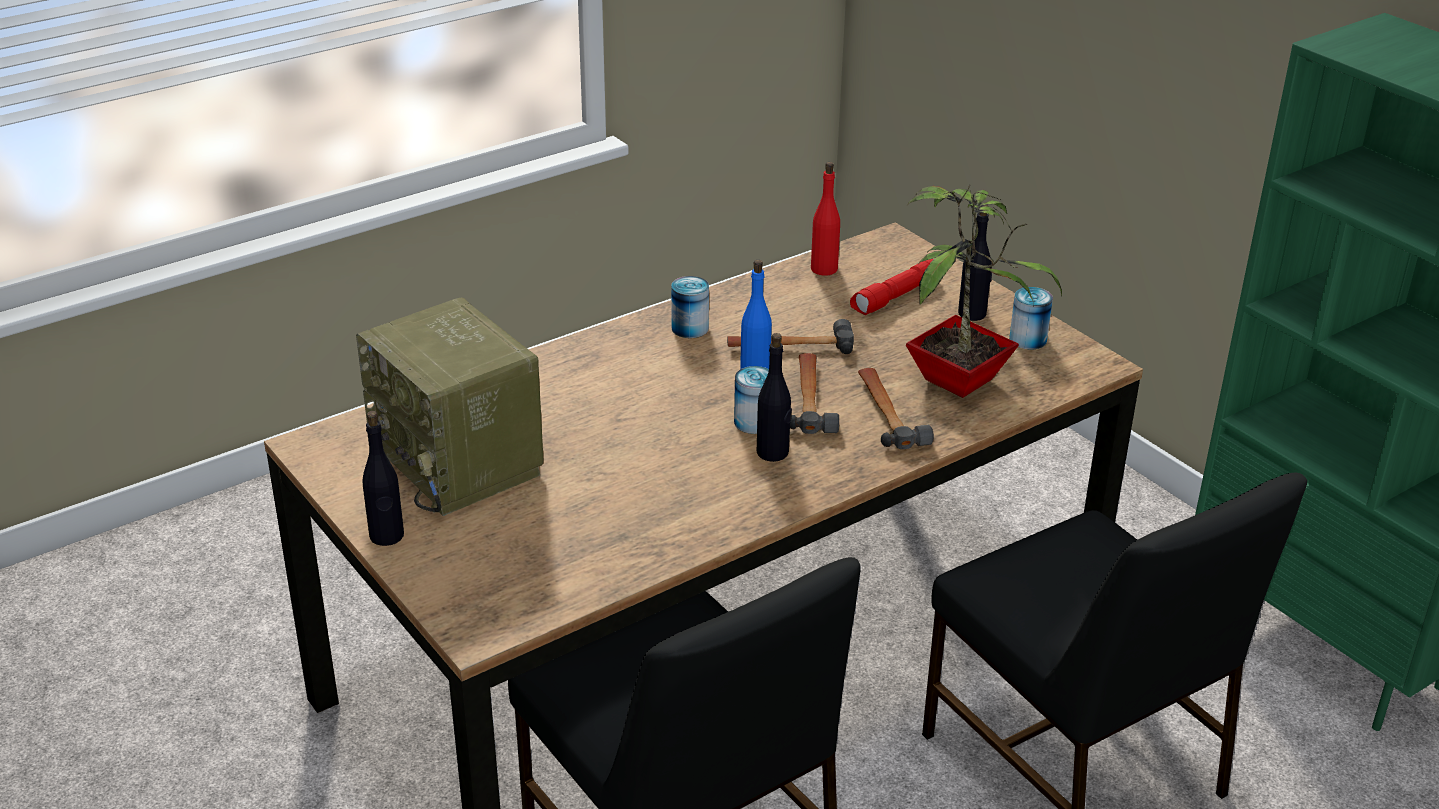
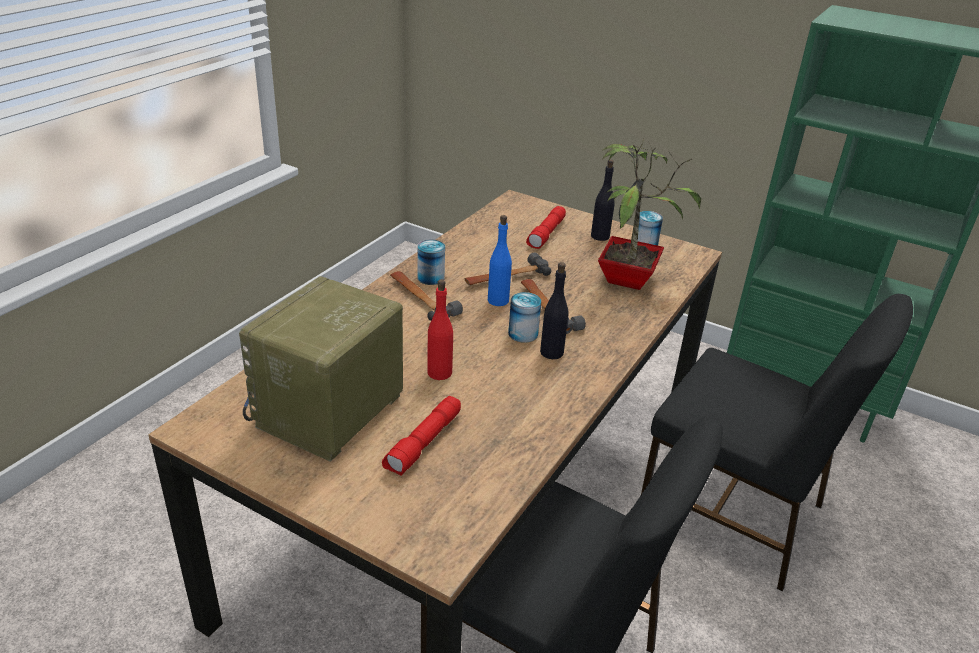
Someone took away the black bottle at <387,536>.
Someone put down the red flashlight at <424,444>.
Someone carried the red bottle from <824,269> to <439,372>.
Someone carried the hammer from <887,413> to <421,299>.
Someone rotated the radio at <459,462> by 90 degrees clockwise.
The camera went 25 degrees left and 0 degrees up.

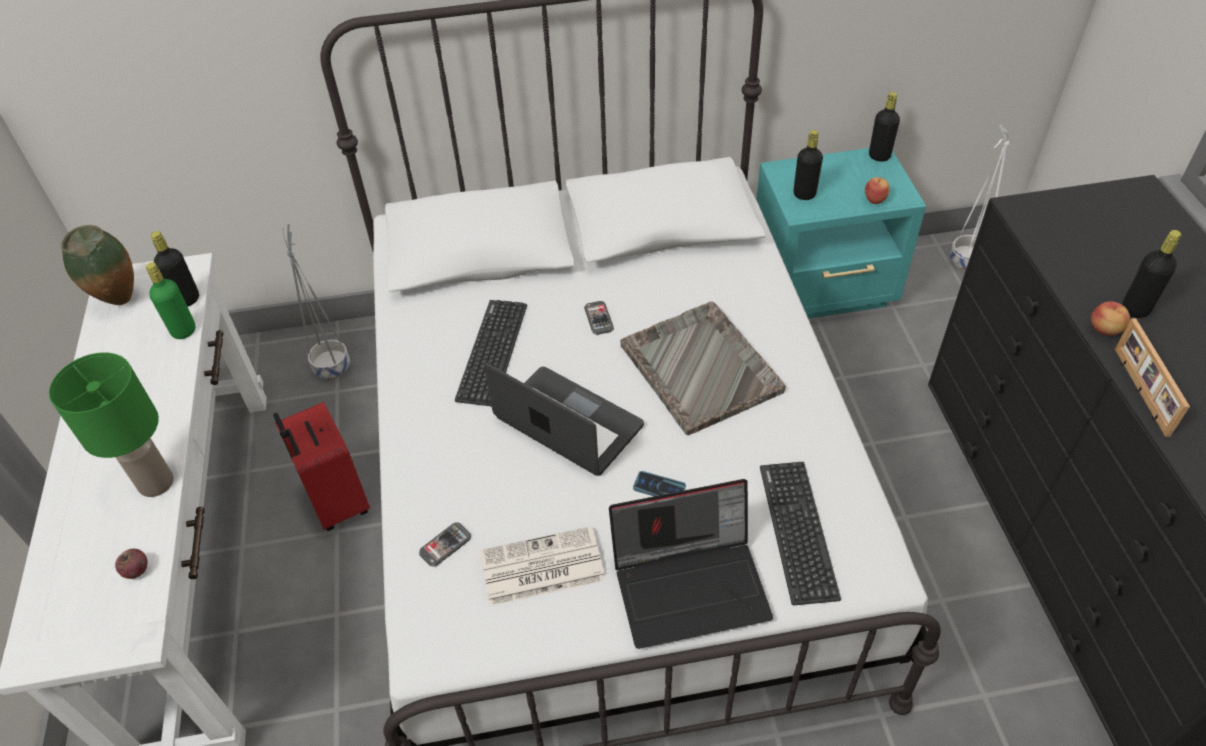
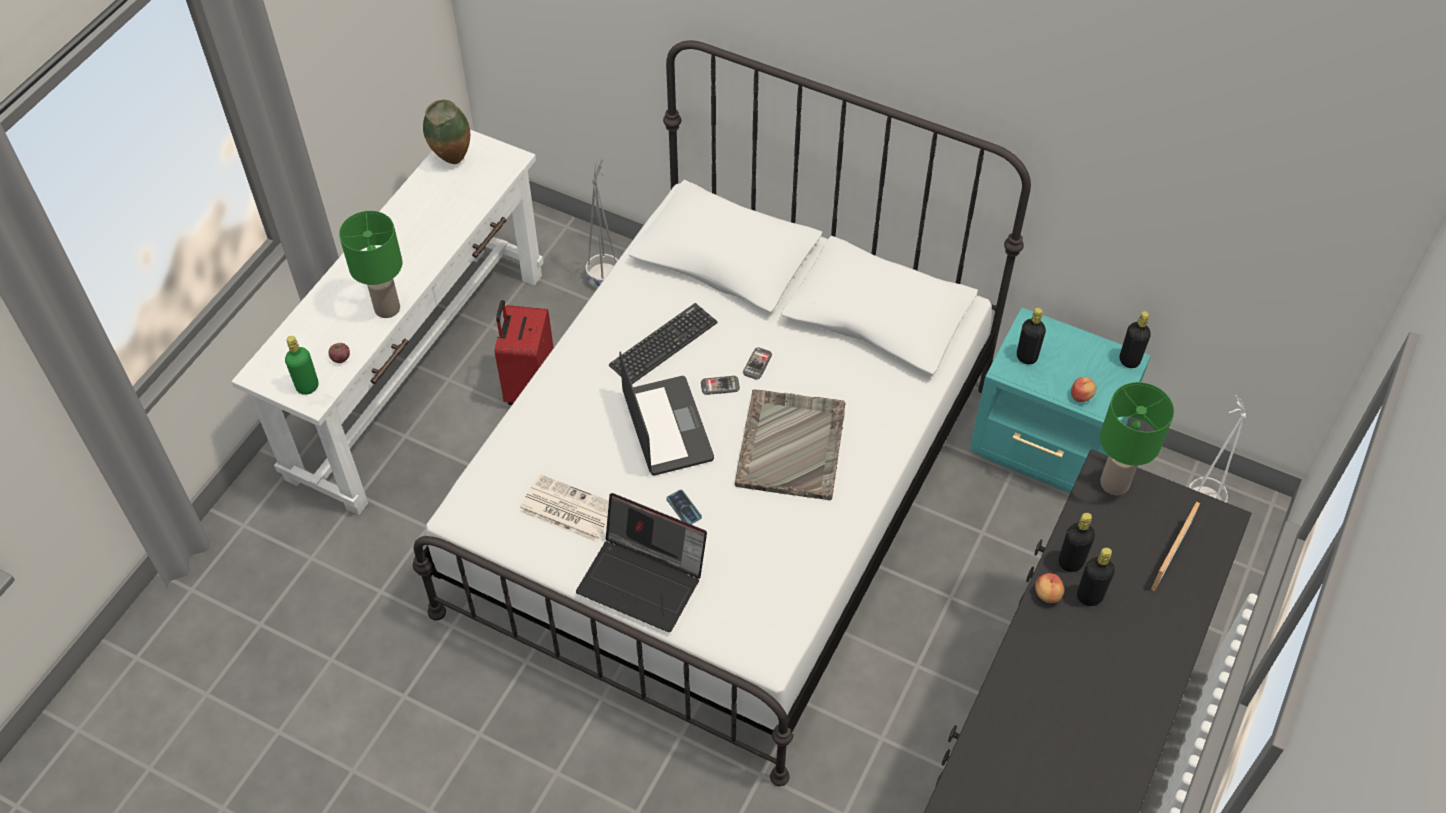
Someone took away the keyboard at <797,531>.
Someone put down the green table lamp at <1113,483>.
Someone carried the green bottle from <183,330> to <307,386>.
Someone carried the black bottle from <187,299> to <1070,562>.
Someone carried the phone from <445,545> to <720,386>.
Someone carried the picture frame from <1139,391> to <1169,555>.
The camera went 35 degrees right and 5 degrees up.

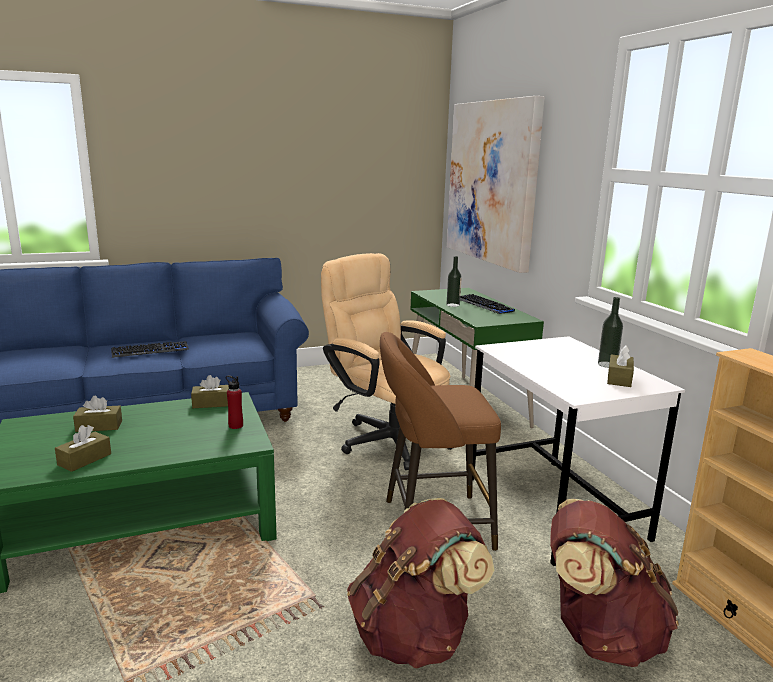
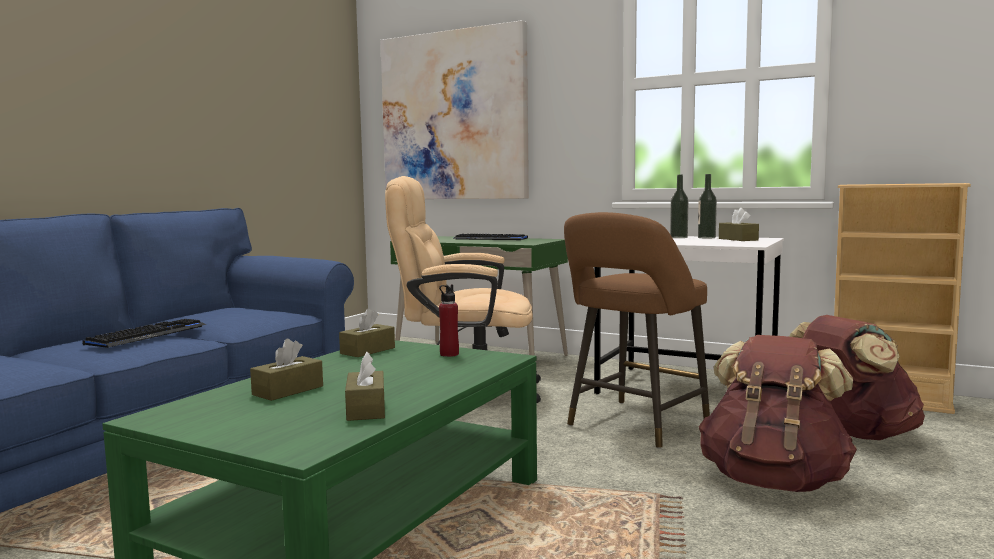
Someone carried the bottle from <453,305> to <678,237>.
The camera went 40 degrees left and 10 degrees down.

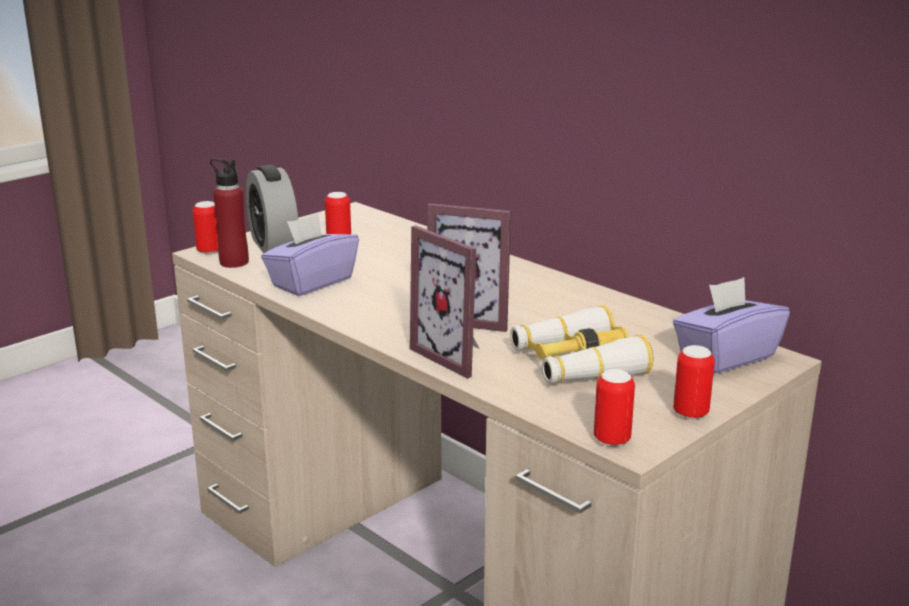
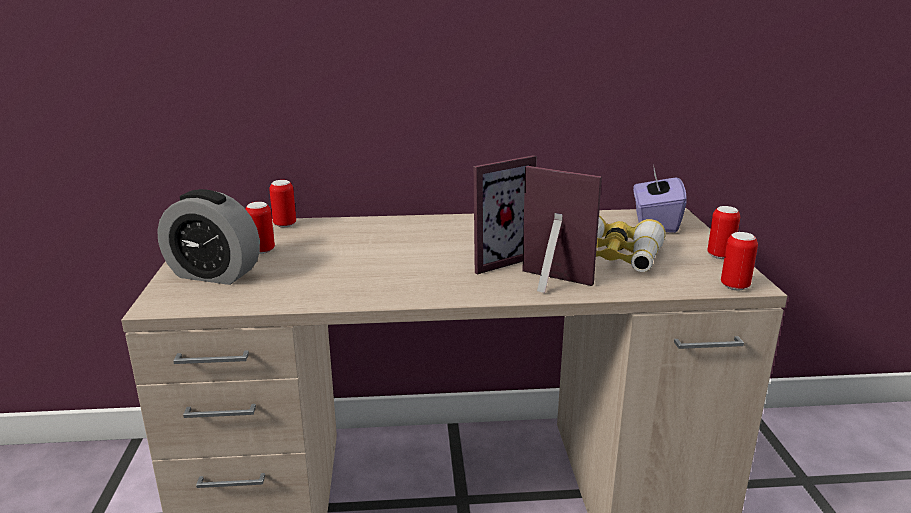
Someone took away the red bottle at <234,262>.
Someone took away the purple tissue box at <311,282>.
Someone carried the can from <209,251> to <285,224>.
Someone rotated the picture frame at <456,356> by 150 degrees counterclockwise.
The camera went 50 degrees left and 0 degrees up.

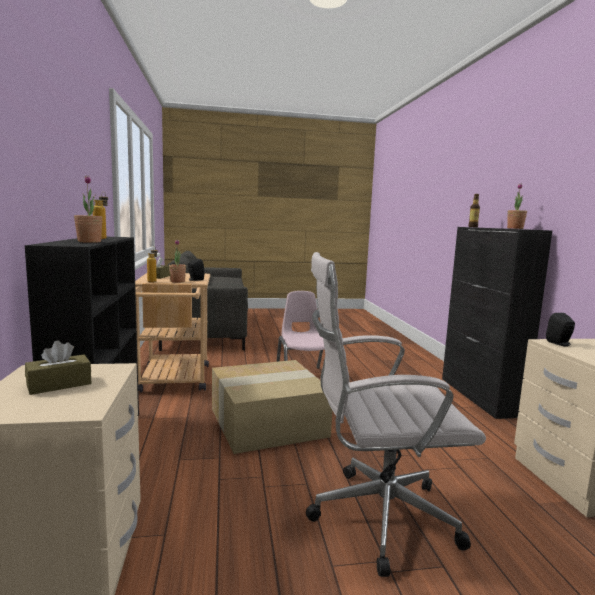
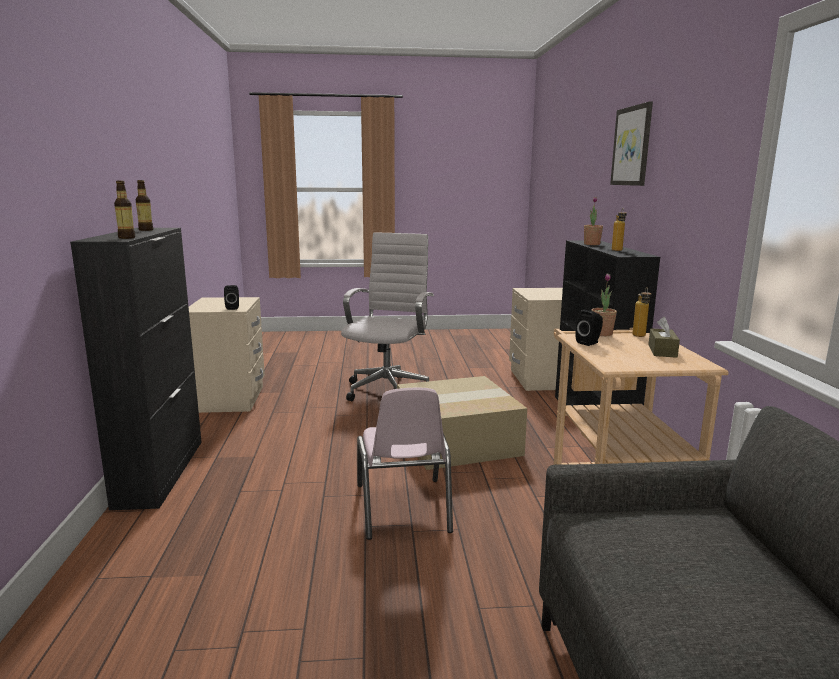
Someone took away the brown tissue box at <59,384>.
Someone put up the picture at <632,146>.
Someone swapped the potted plant at <515,228> for the bottle at <146,230>.
Someone rotated the white office chair at <376,517> by 75 degrees counterclockwise.
The camera went 175 degrees left and 5 degrees up.

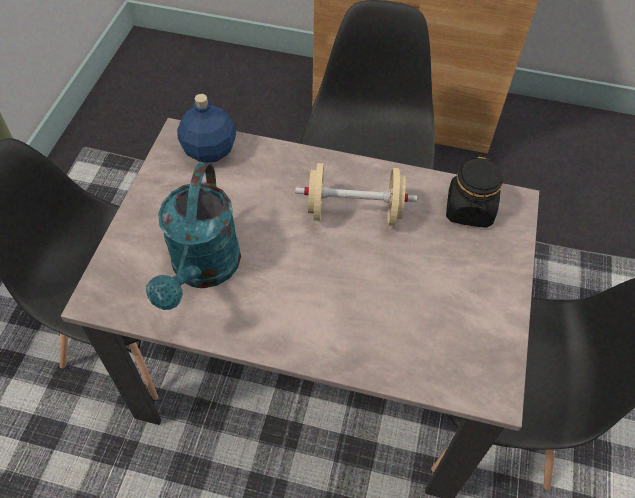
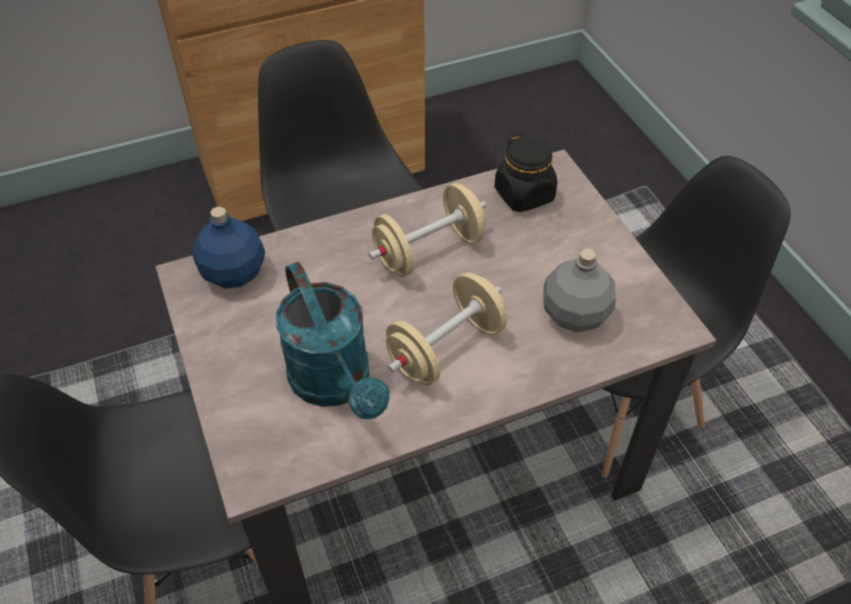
Someone put down the beige dumbbell at <446,349>.
Someone put down the grey bottle at <575,315>.
The camera went 35 degrees left and 5 degrees down.

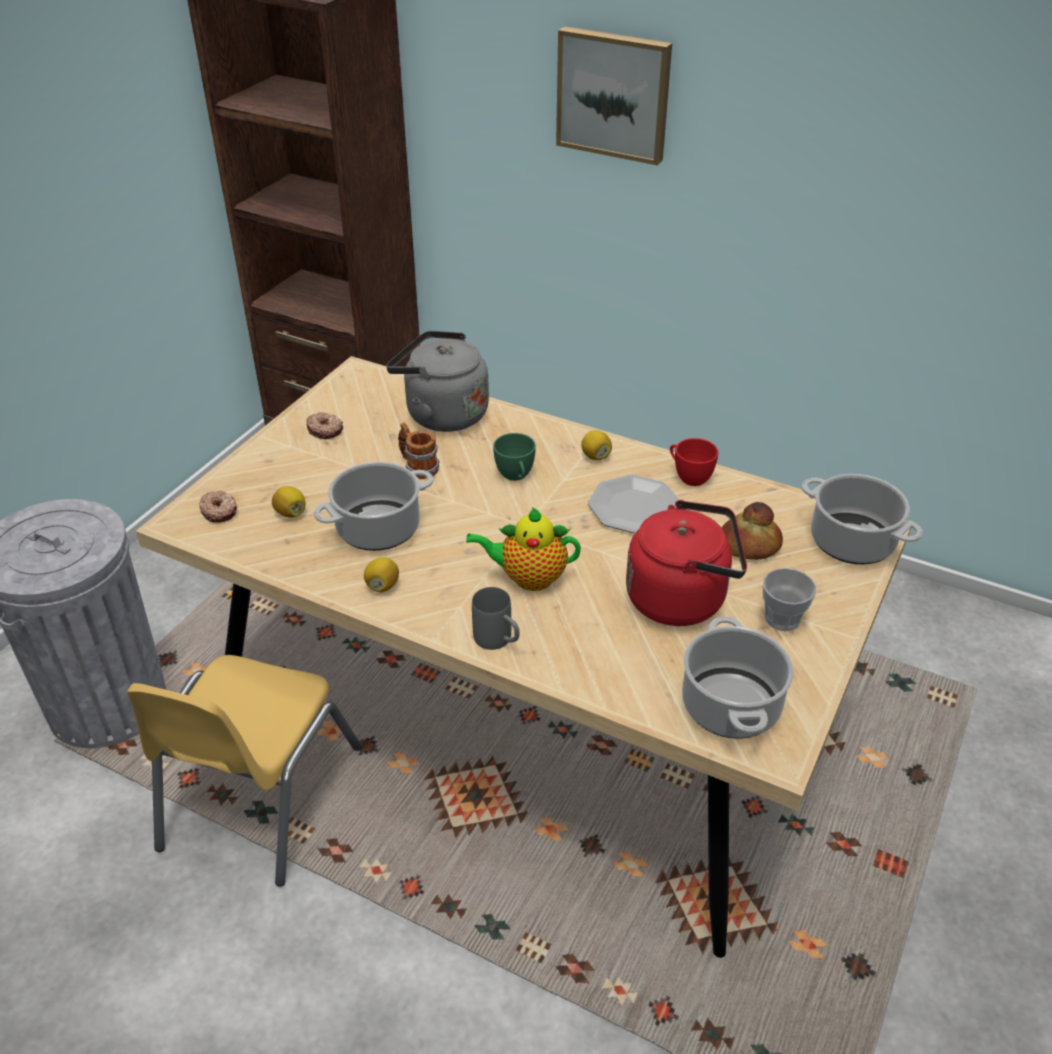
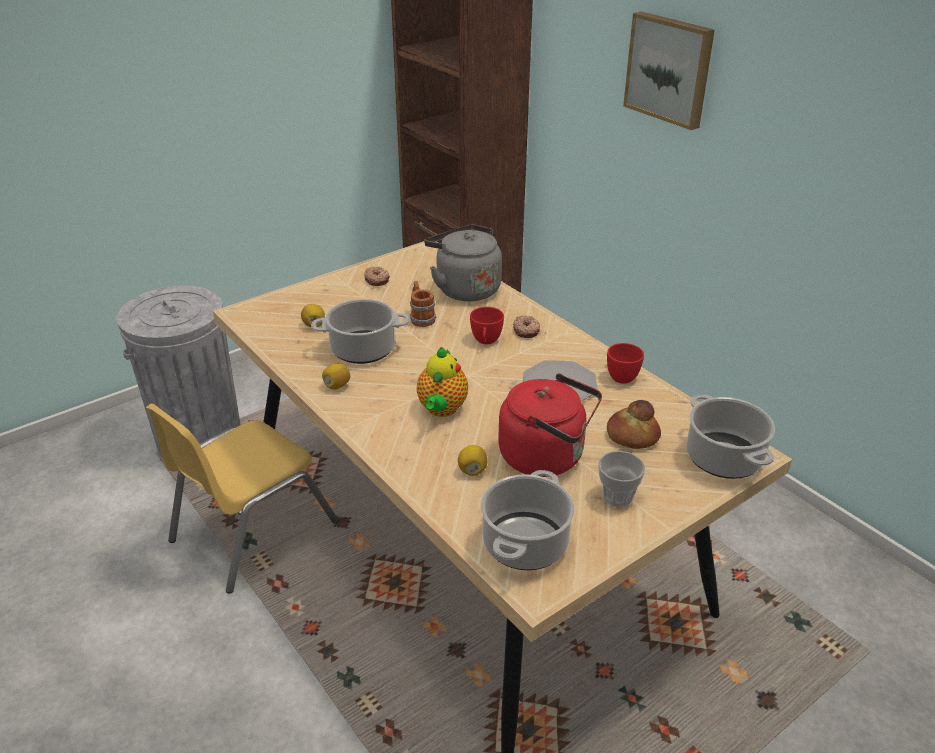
Someone took away the grey mug at <498,641>.
Someone carried the donut from <219,511> to <526,331>.
Someone carried the lemon from <595,456> to <472,470>.
Someone repainted the green cup at <516,477>, which became the red cup at <486,341>.
Someone rotated the teapot at <528,578> by 105 degrees counterclockwise.
The camera went 25 degrees right and 5 degrees down.

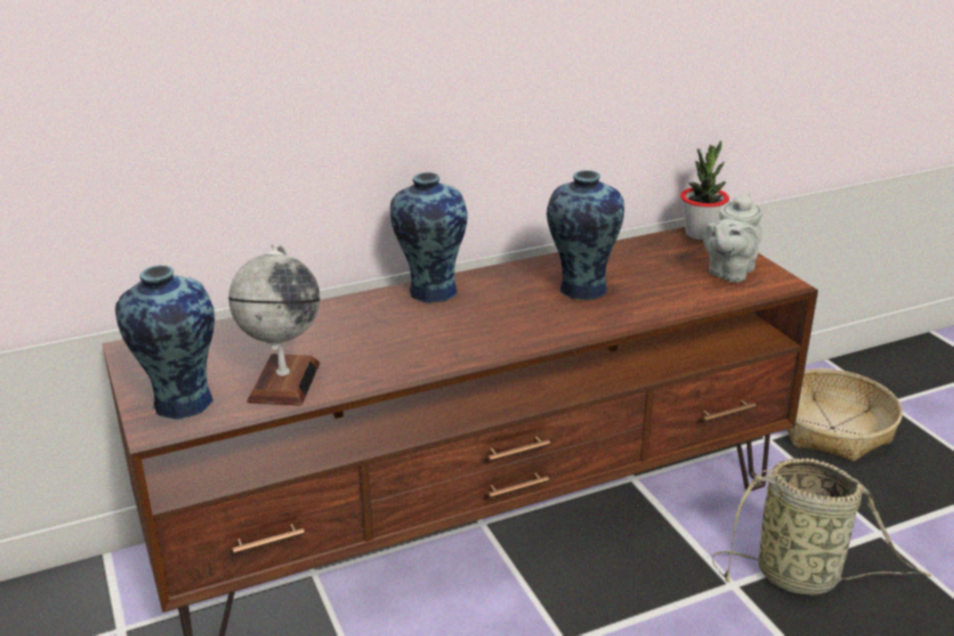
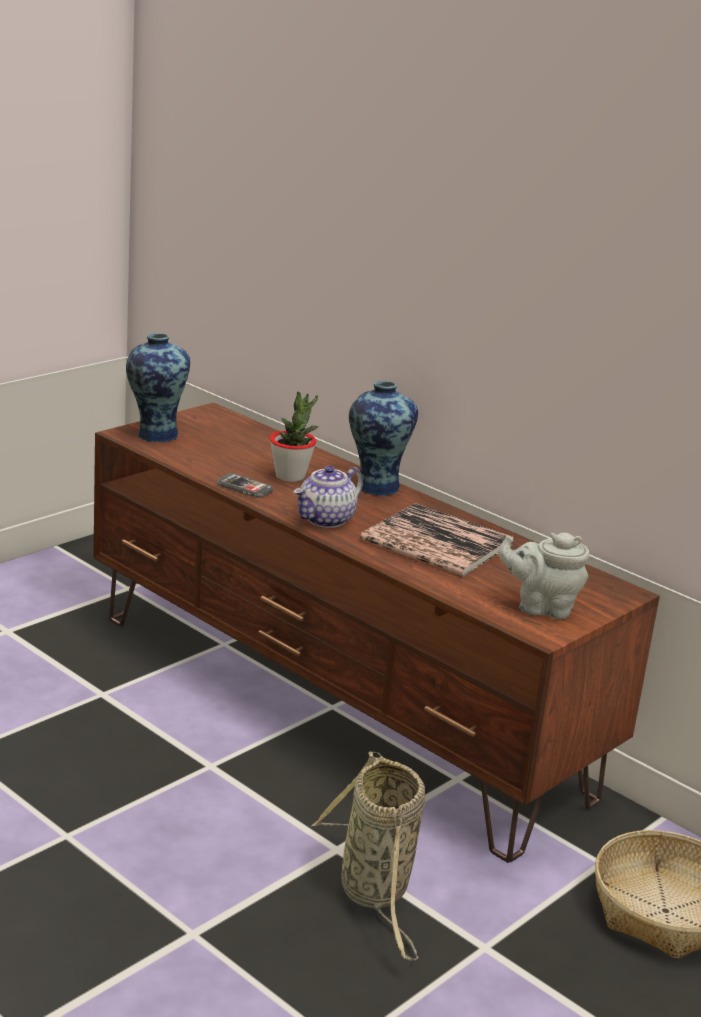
Someone took away the globe at <284,382>.
Someone put down the phone at <244,488>.
Someone put down the teapot at <326,520>.
Someone carried the potted plant from <700,234> to <290,476>.
Someone swapped the vase at <581,289> for the book at <436,542>.
The camera went 65 degrees right and 5 degrees down.

